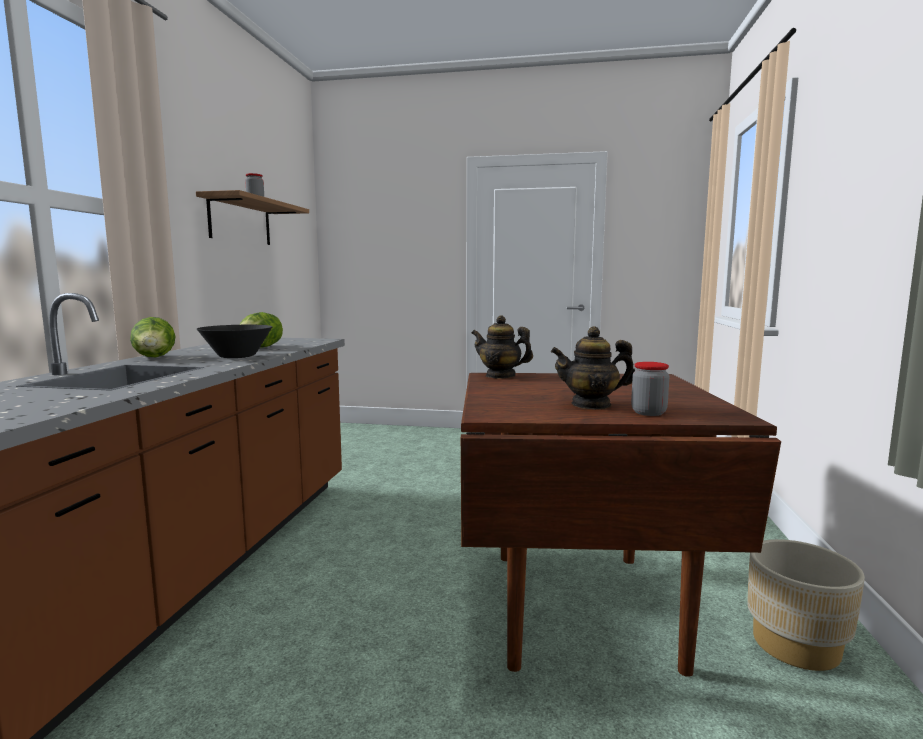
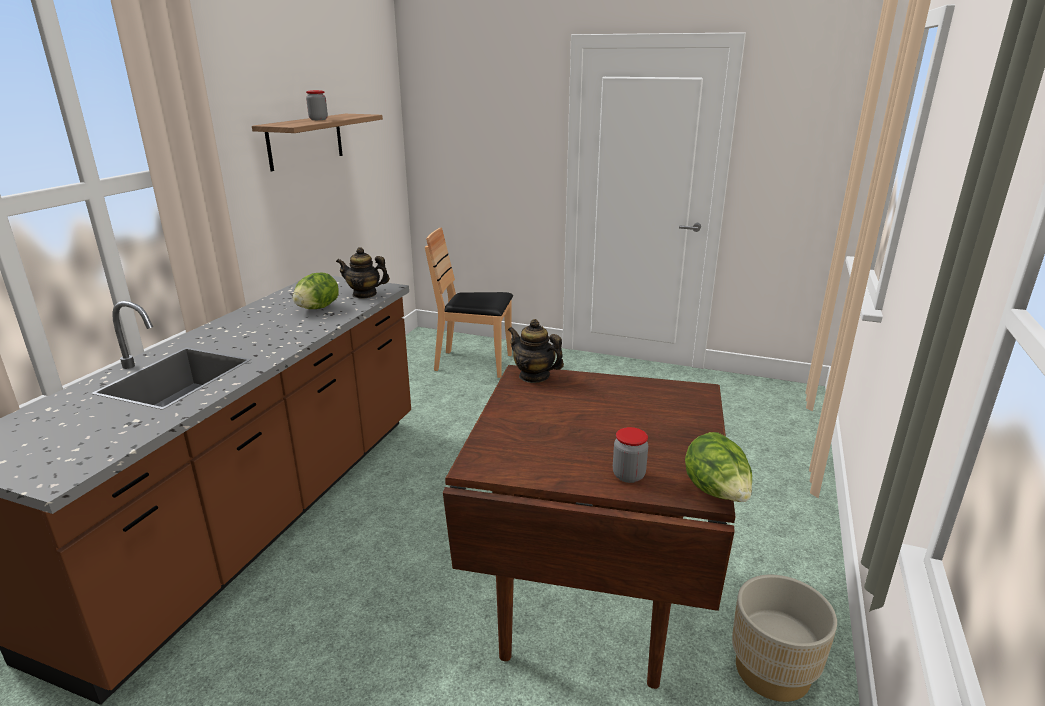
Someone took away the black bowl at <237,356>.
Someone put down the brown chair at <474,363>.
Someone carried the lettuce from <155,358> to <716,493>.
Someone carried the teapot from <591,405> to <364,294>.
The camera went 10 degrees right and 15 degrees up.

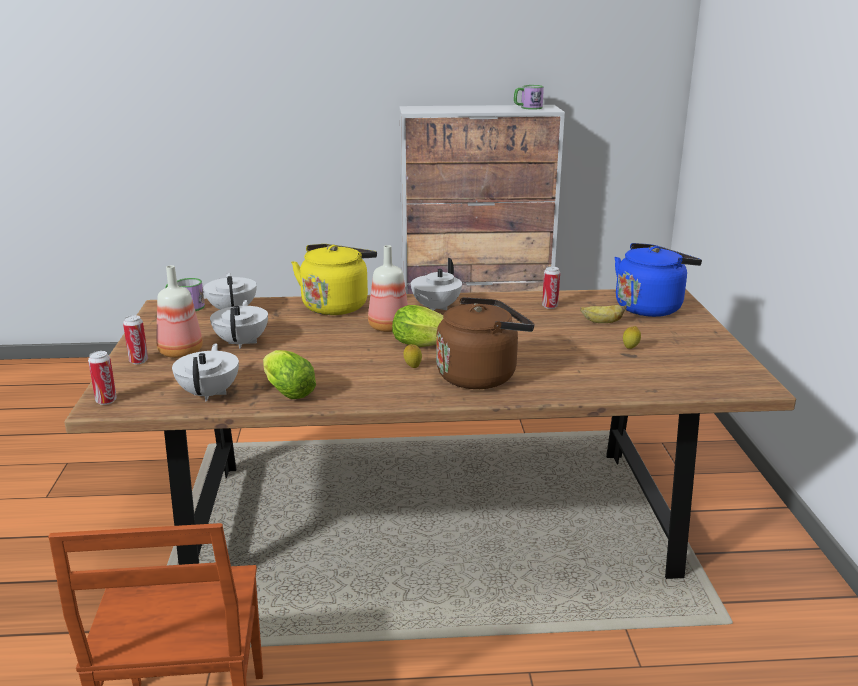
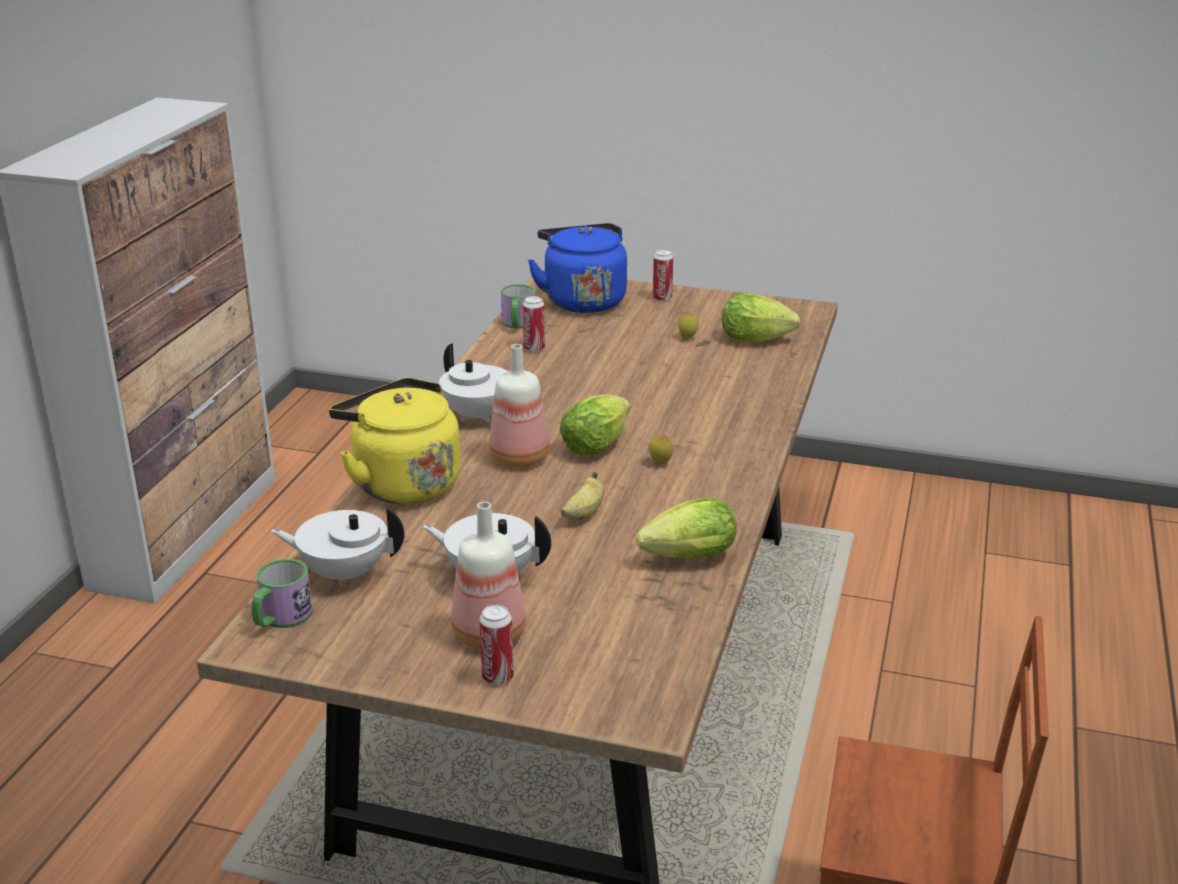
Someone took away the white teapot at <210,393>.
Someone took away the brown kettle at <480,375>.
Someone put down the lettuce at <759,340>.
Someone carried the can from <106,401> to <662,298>.
Someone carried the mug from <527,108> to <518,324>.
Someone carried the banana from <601,322> to <583,514>.
The camera went 70 degrees left and 5 degrees up.

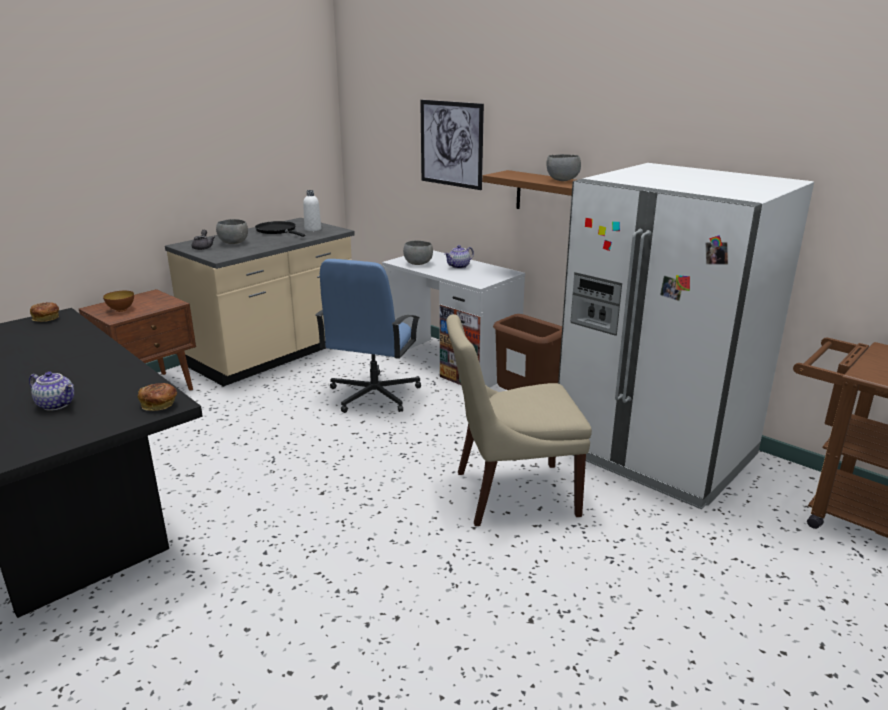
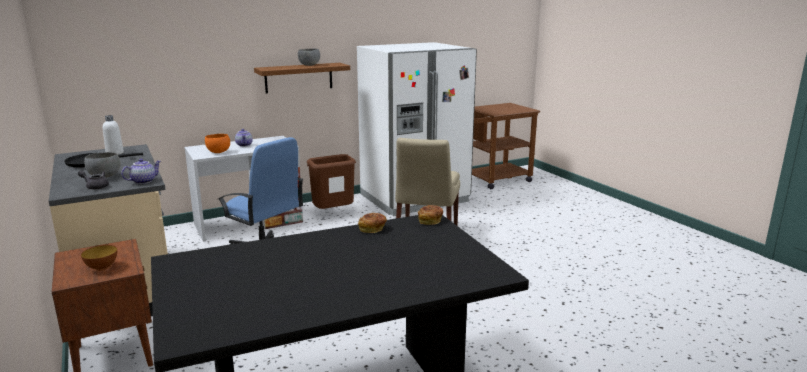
Someone took away the picture at <451,144>.
Someone carried the teapot from <57,404> to <143,181>.
Someone carried the bread from <46,318> to <372,229>.
Someone repainted the grey bowl at <417,264>, which became the orange bowl at <218,152>.
The camera went 70 degrees left and 5 degrees down.

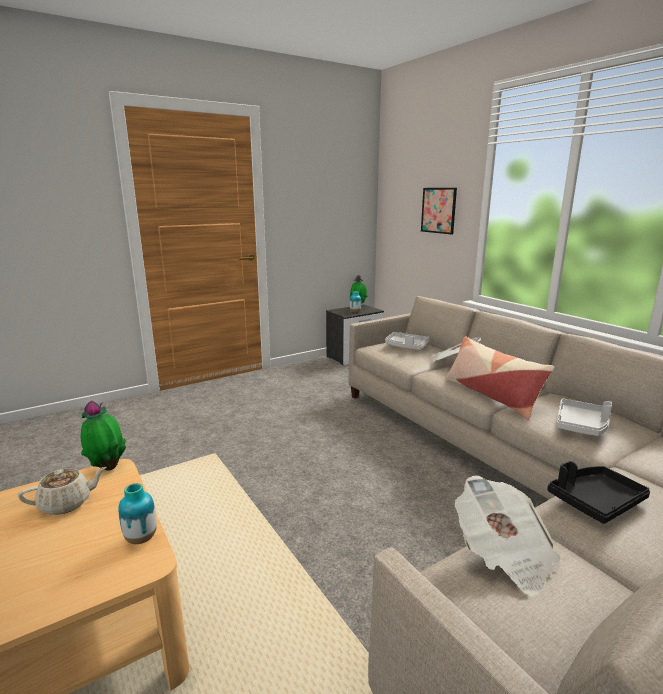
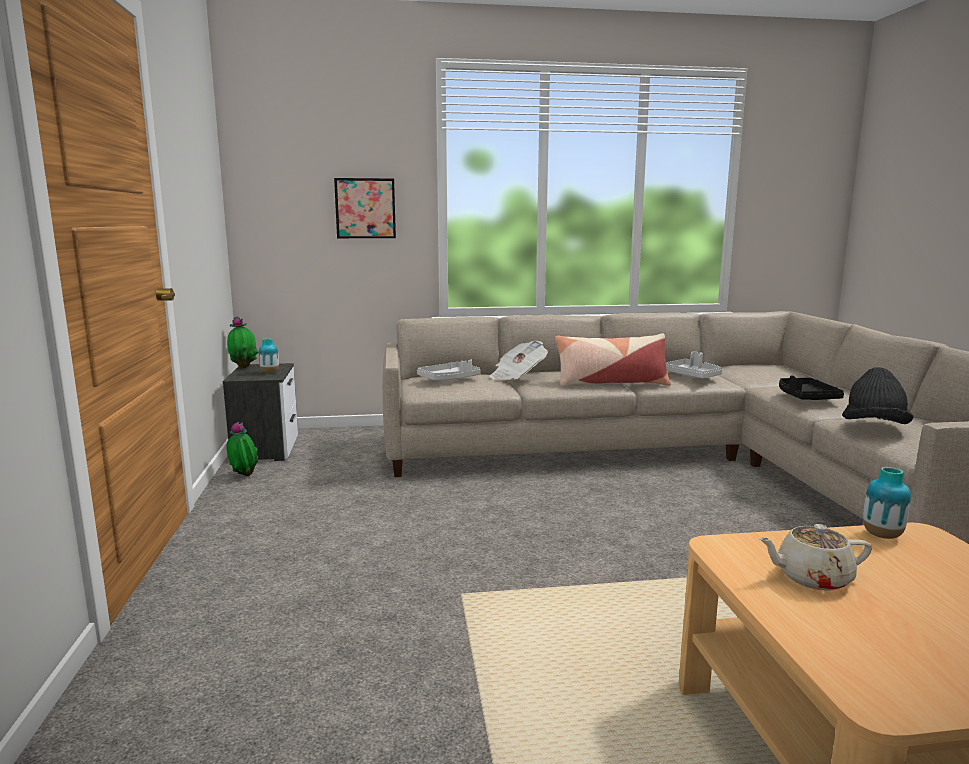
Someone carried the potted plant from <107,467> to <243,476>.
Someone swapped the newspaper at <503,554> for the black hat at <874,427>.
Someone rotated the beige teapot at <67,503> by 90 degrees counterclockwise.
The camera went 65 degrees left and 5 degrees down.

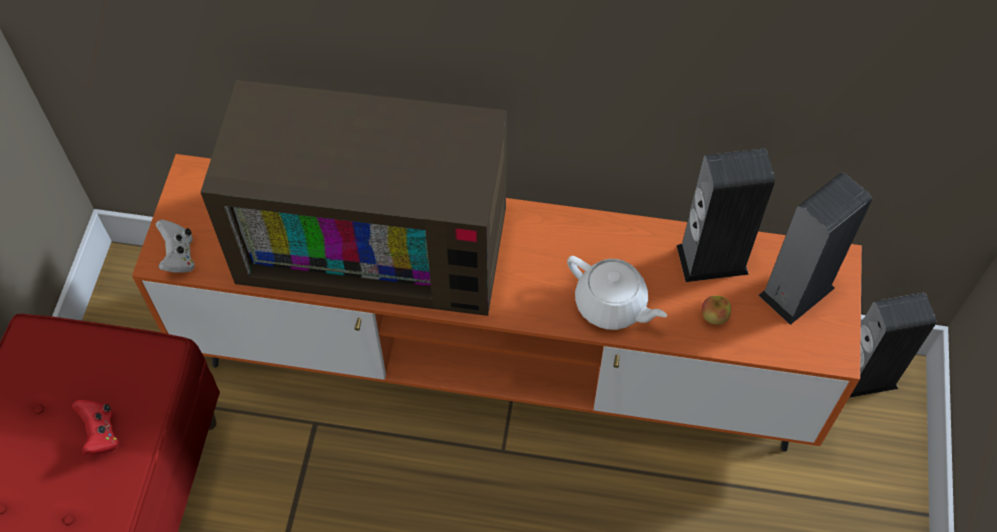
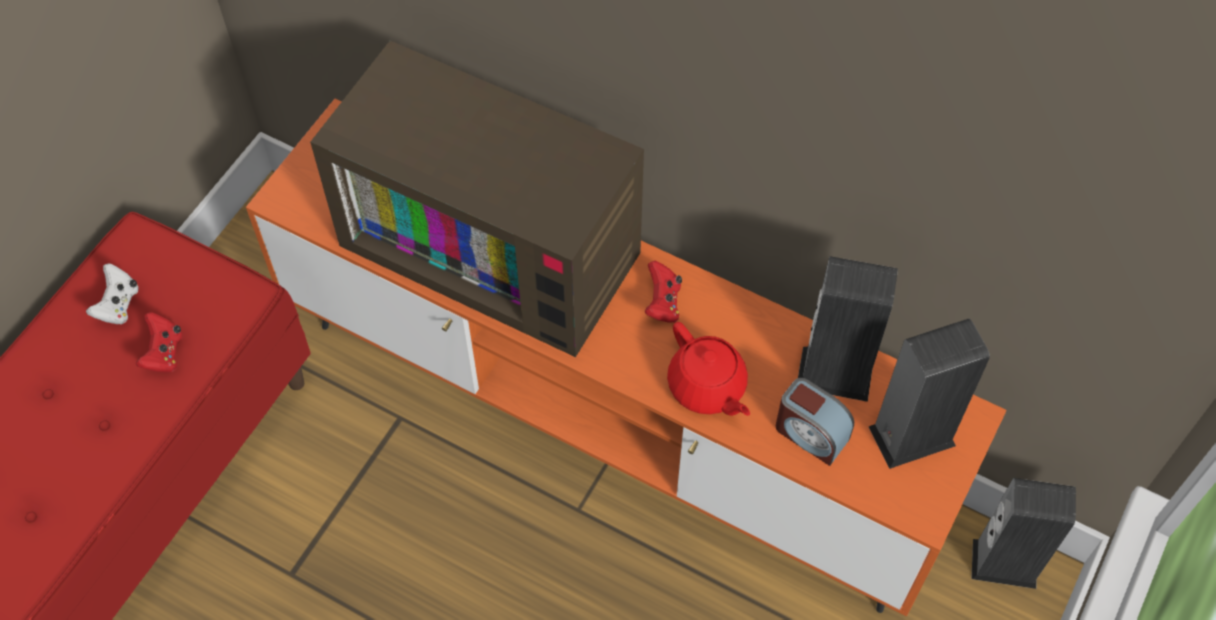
Someone put down the red game controller at <663,303>.
Someone carried the white game controller from <179,256> to <118,305>.
Someone swapped the apple at <714,316> for the alarm clock at <810,433>.
Someone repainted the white teapot at <611,305>, which became the red teapot at <707,387>.
The camera went 20 degrees right and 0 degrees up.

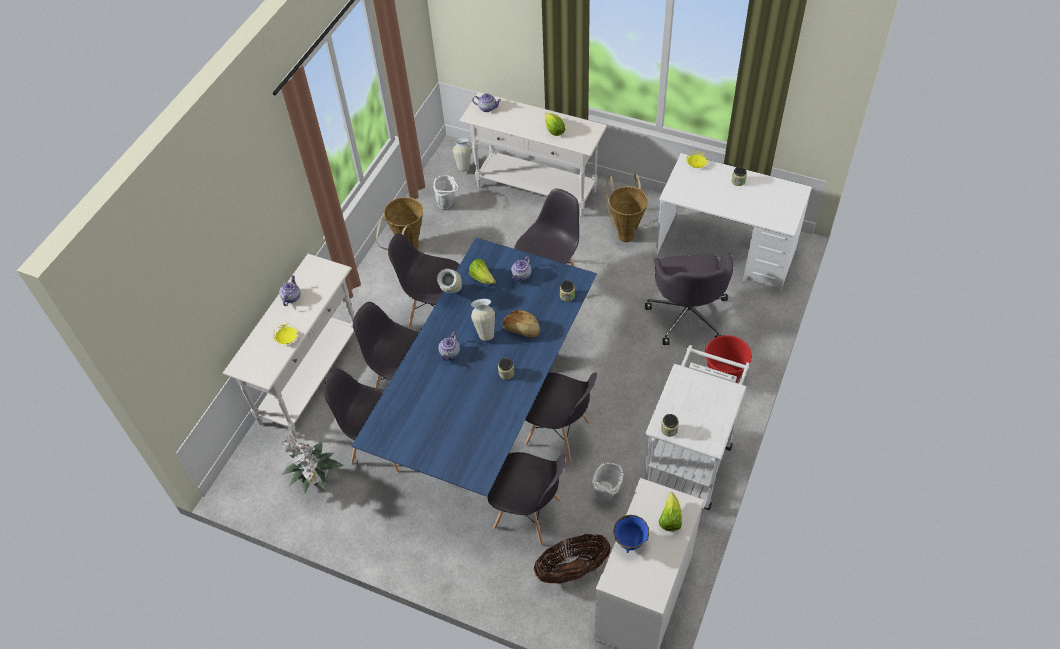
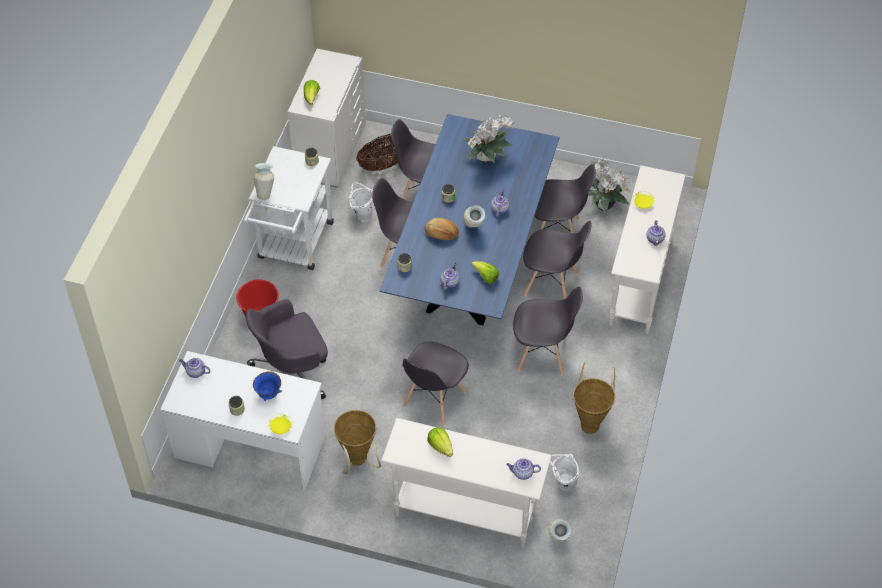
Someone put down the teapot at <195,372>.
Someone put down the potted plant at <487,158>.
Someone carried the vase from <452,296> to <266,192>.
Someone carried the blue bowl from <630,541> to <269,394>.
Someone rotated the grey office chair at <688,314> by 105 degrees counterclockwise.
The camera went 170 degrees right and 0 degrees up.

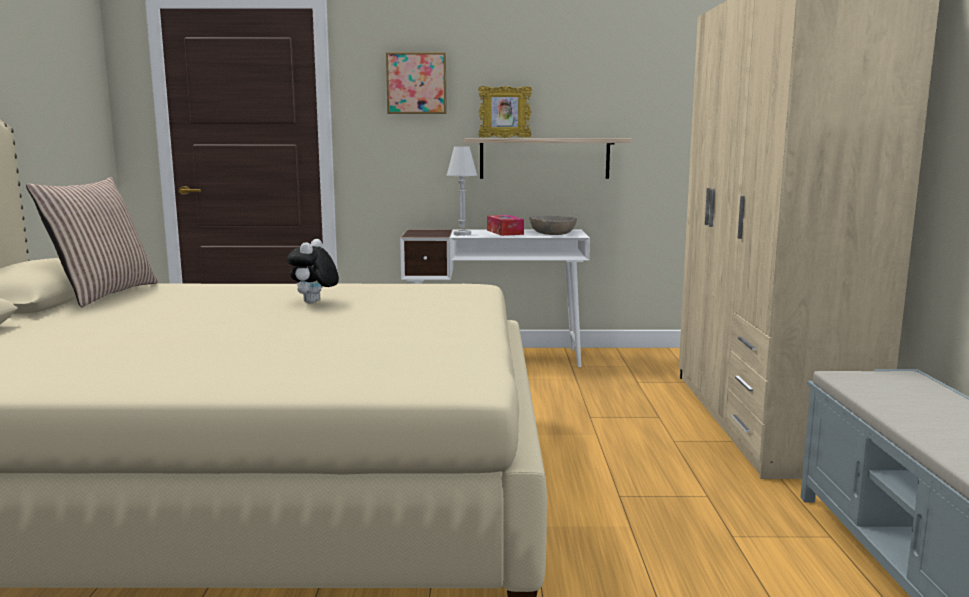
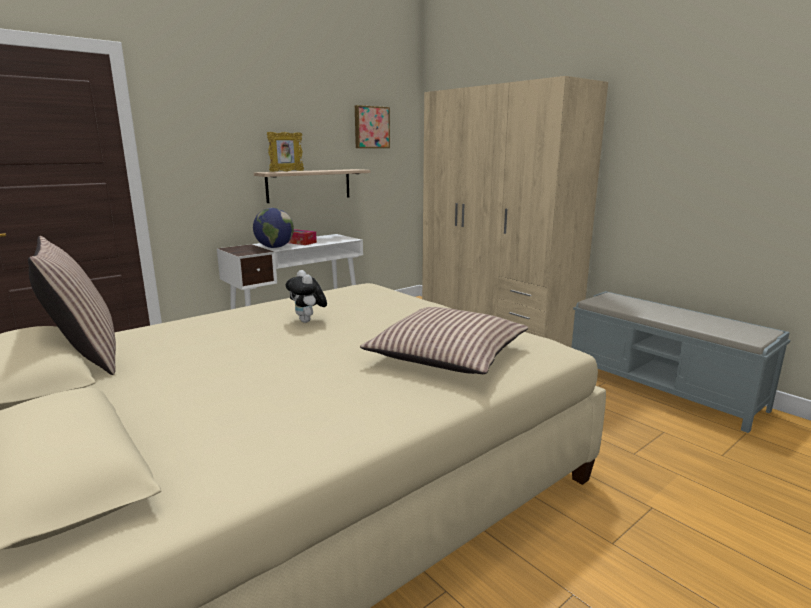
Someone took away the grey bowl at <553,234>.
Someone put down the pillow at <447,355>.
Someone carried the picture from <416,83> to <371,127>.
Someone swapped the white table lamp at <462,234> for the globe at <274,247>.
The camera went 40 degrees left and 5 degrees up.

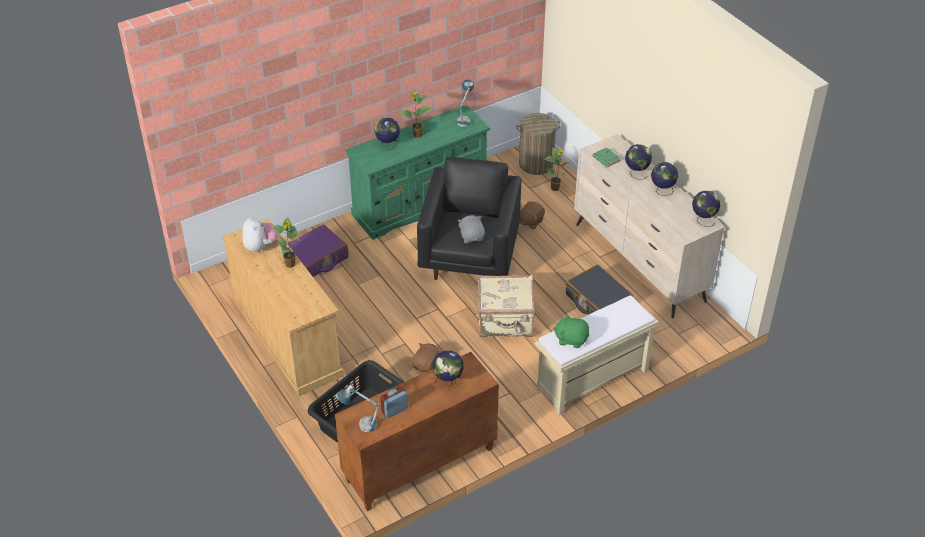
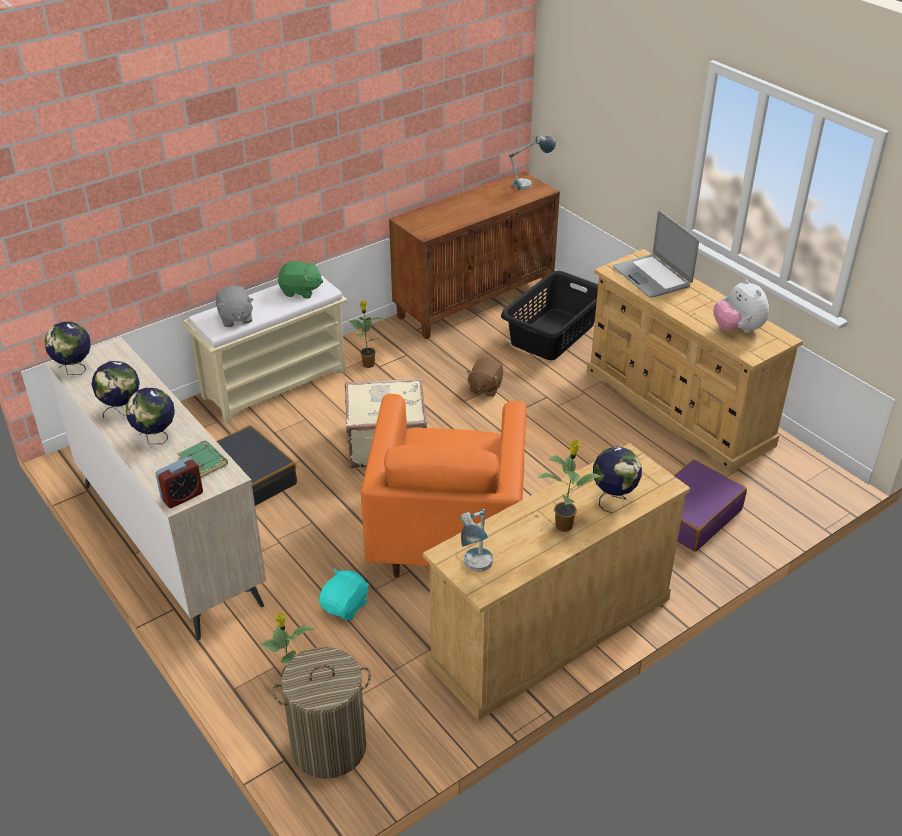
Someone took away the globe at <448,381>.
Someone put down the laptop at <652,277>.
Someone carried the potted plant from <290,265> to <368,364>.
Someone carried the alarm clock from <394,410> to <182,496>.
Someone carried the grey plush toy from <472,237> to <235,318>.
Someone repainted the green dresser at <421,203>, which became the beige dresser at <550,632>.
Someone repainted the black armchair at <470,256>, which became the orange armchair at <447,535>.
Someone repainted the brown plush toy at <530,221>, which became the turquoise plush toy at <345,606>.
The camera went 175 degrees right and 5 degrees down.

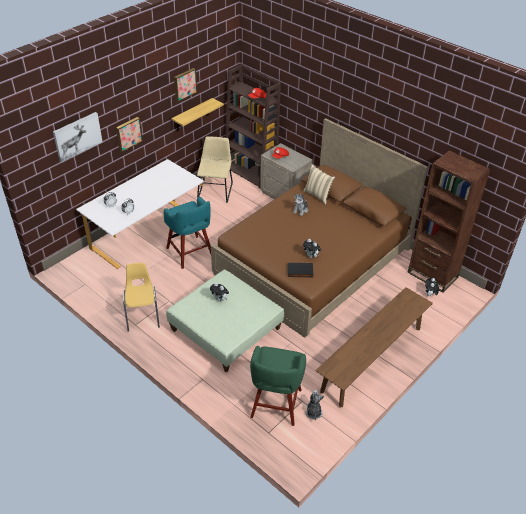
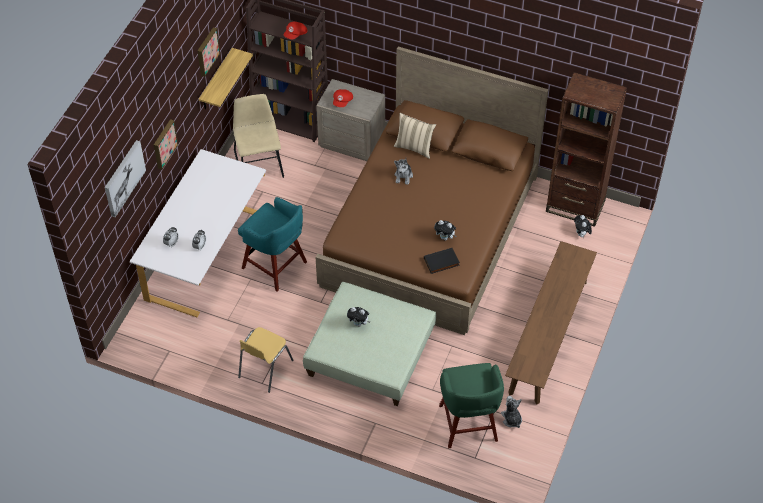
Someone rotated the yellow chair at <143,316> by 120 degrees counterclockwise.
The camera went 20 degrees left and 10 degrees up.

